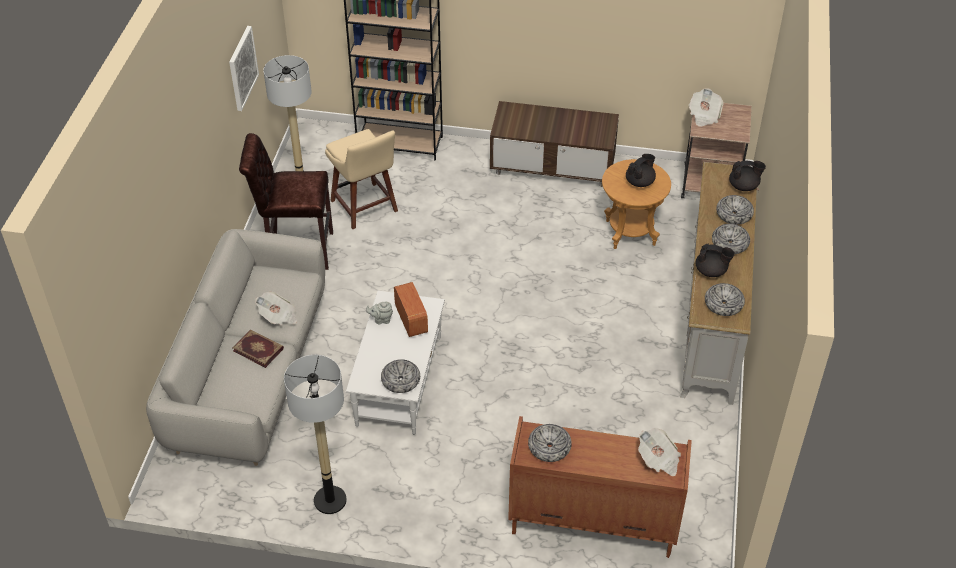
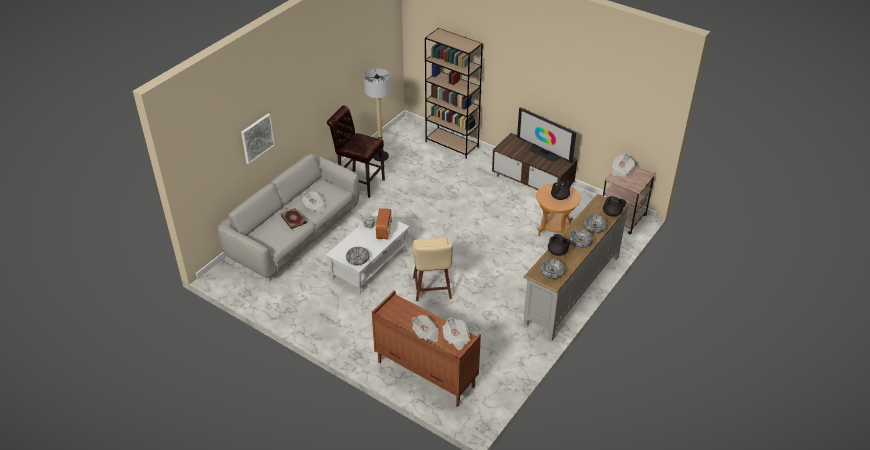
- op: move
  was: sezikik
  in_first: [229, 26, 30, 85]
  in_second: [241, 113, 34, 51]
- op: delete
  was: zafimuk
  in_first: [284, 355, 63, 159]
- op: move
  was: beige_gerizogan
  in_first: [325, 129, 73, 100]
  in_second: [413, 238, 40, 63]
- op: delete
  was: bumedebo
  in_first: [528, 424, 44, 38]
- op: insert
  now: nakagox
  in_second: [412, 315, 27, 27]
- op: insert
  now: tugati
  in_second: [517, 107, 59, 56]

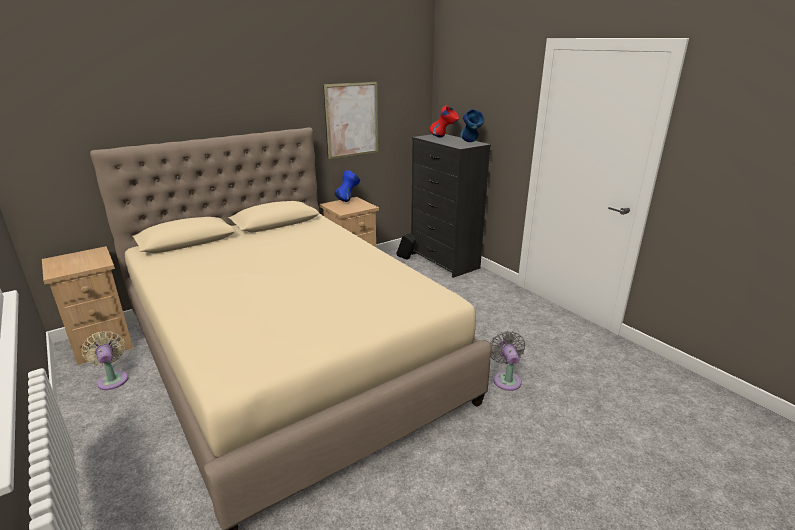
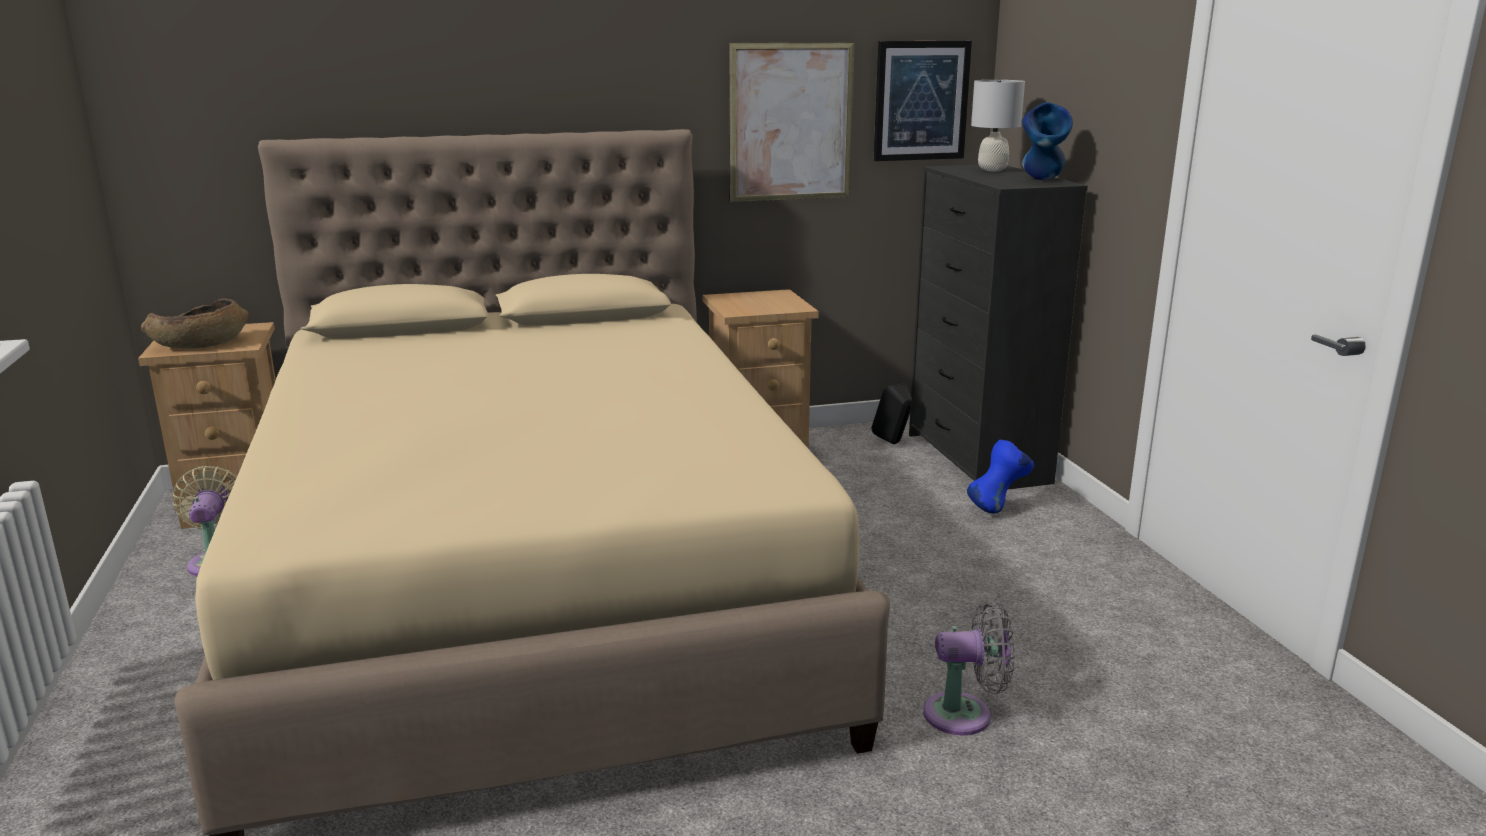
- op: move
  was: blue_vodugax
  in_first: [335, 170, 25, 32]
  in_second: [967, 440, 67, 74]
- op: replace
  was: red_vodugax
  now: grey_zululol
  in_first: [429, 106, 30, 32]
  in_second: [971, 79, 54, 93]
- op: rotate
  was: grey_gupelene
  in_first: [490, 331, 35, 60]
  in_second: [923, 601, 92, 135]
  clockwise: 75
- op: insert
  now: brown_bumedebo
  in_second: [141, 299, 108, 49]
- op: insert
  now: sezikik
  in_second: [874, 41, 98, 120]

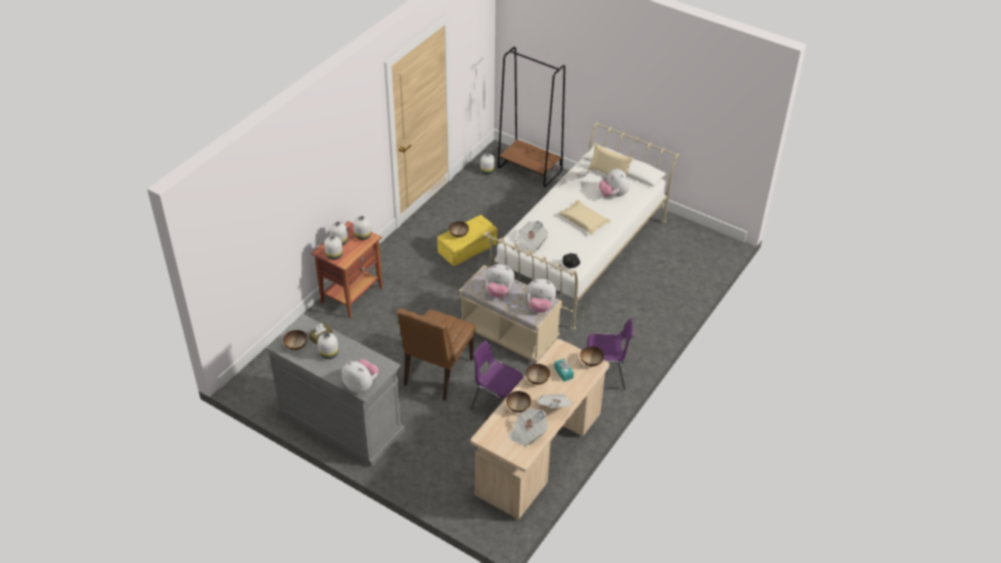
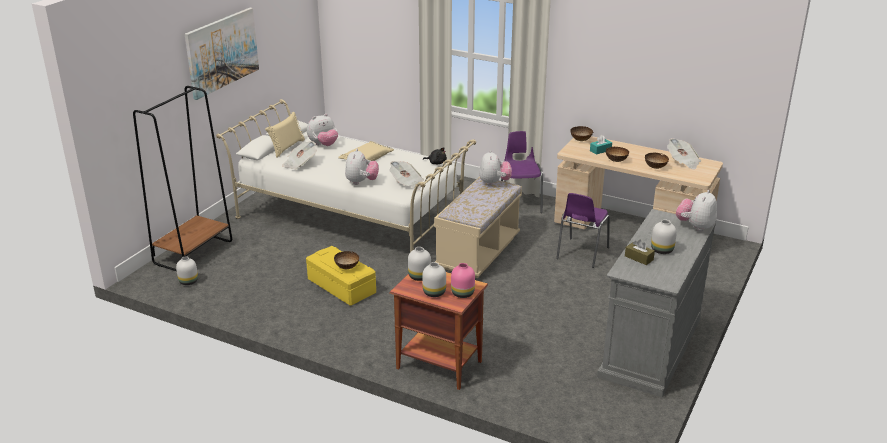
- op: delete
  was: bumedebo
  in_first: [283, 330, 24, 20]
- op: recolor
  was: white_vodugax
  now: pink_vodugax
  in_first: [324, 235, 19, 25]
  in_second: [451, 263, 24, 35]
- op: delete
  was: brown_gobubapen
  in_first: [397, 308, 79, 93]
- op: move
  was: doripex
  in_first: [486, 264, 29, 34]
  in_second: [345, 149, 34, 36]
- op: delete
  was: nakagox
  in_first: [537, 393, 36, 15]
- op: insert
  now: sezikik
  in_second: [185, 8, 74, 92]

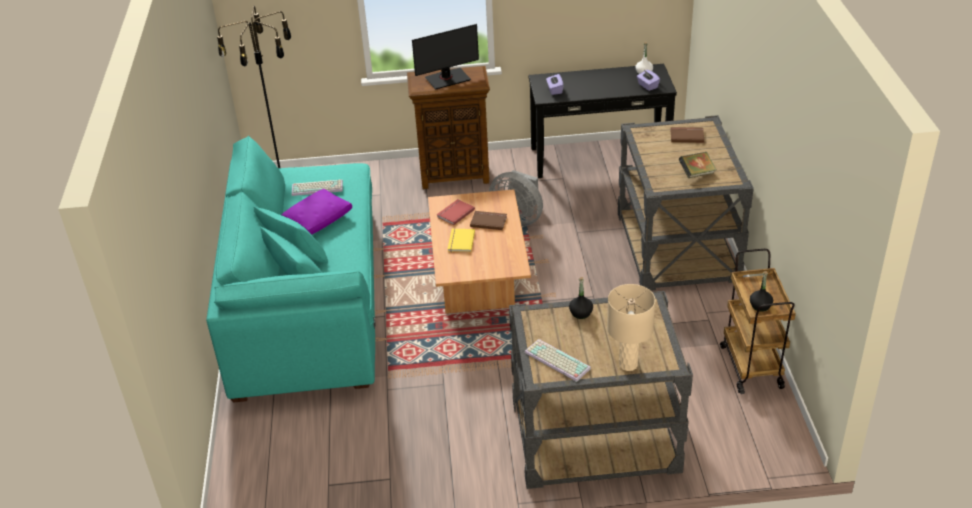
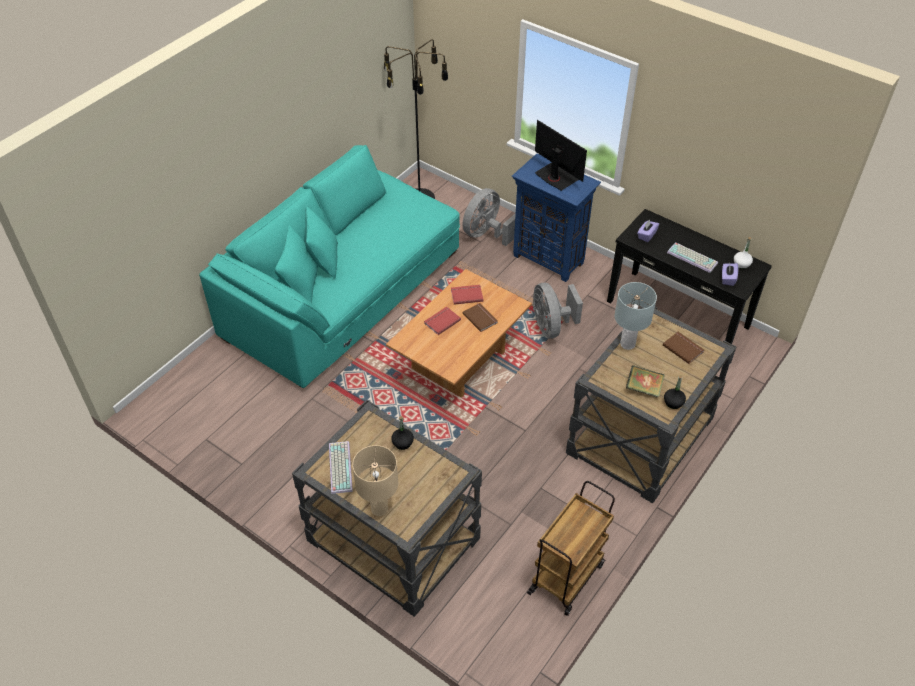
- op: delete
  was: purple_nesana
  in_first: [282, 189, 70, 46]
- op: move
  was: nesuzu
  in_first: [292, 180, 51, 16]
  in_second: [667, 242, 51, 31]
- op: recolor
  was: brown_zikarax
  now: blue_zikarax
  in_first: [407, 66, 83, 123]
  in_second: [512, 154, 89, 128]
- op: rotate
  was: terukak
  in_first: [412, 24, 67, 66]
  in_second: [535, 120, 52, 71]
  clockwise: -150
- op: recolor
  was: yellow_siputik
  now: red_siputik
  in_first: [448, 229, 27, 23]
  in_second: [424, 307, 37, 28]
- op: move
  was: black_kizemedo
  in_first: [750, 271, 23, 41]
  in_second: [664, 376, 22, 33]
- op: insert
  now: grey_gupelene
  in_second: [463, 188, 53, 58]
- op: insert
  now: grey_zululol
  in_second: [614, 282, 43, 68]

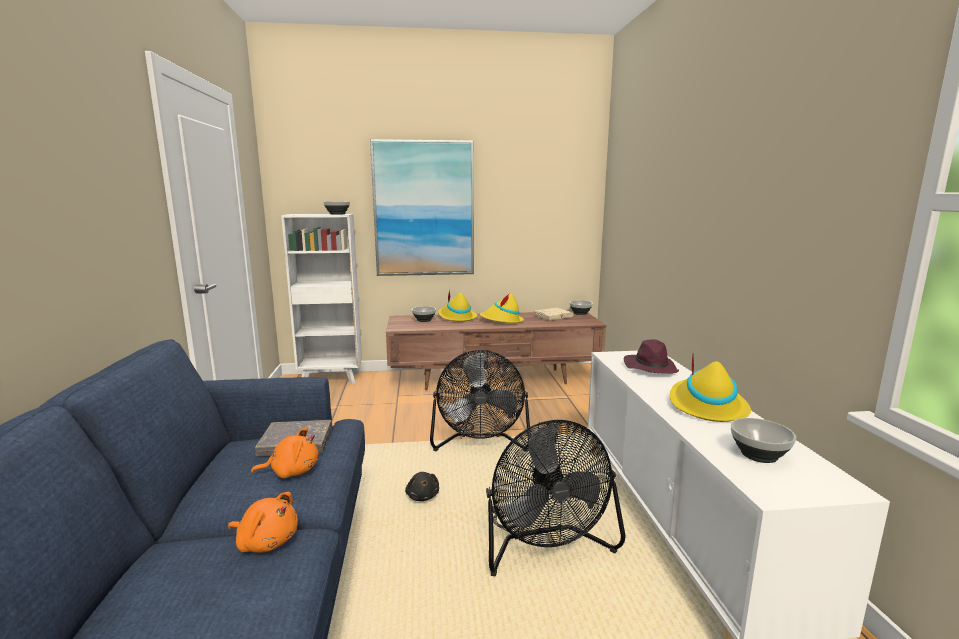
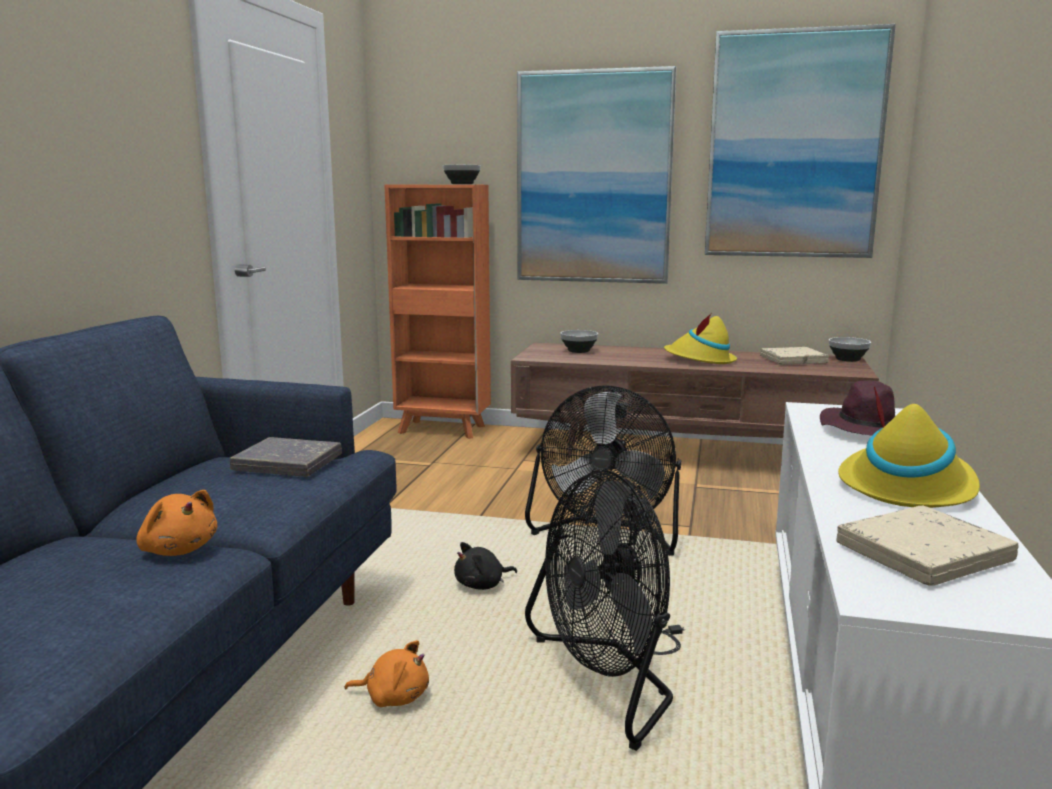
- op: move
  was: orange_doripex
  in_first: [251, 427, 68, 51]
  in_second: [344, 640, 85, 67]
- op: recolor
  was: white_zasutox
  now: orange_zasutox
  in_first: [281, 214, 81, 170]
  in_second: [384, 184, 107, 255]
- op: rotate
  was: black_doripex
  in_first: [405, 472, 34, 29]
  in_second: [454, 542, 63, 48]
  clockwise: 60
- op: delete
  was: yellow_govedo
  in_first: [438, 291, 39, 31]
- op: rotate
  was: black_gupelene
  in_first: [486, 420, 139, 157]
  in_second: [525, 470, 159, 281]
  clockwise: 60
- op: replace
  was: bumedebo
  now: beige_siputik
  in_first: [731, 418, 65, 45]
  in_second: [836, 506, 183, 80]
- op: insert
  now: sezikik
  in_second: [705, 24, 191, 234]

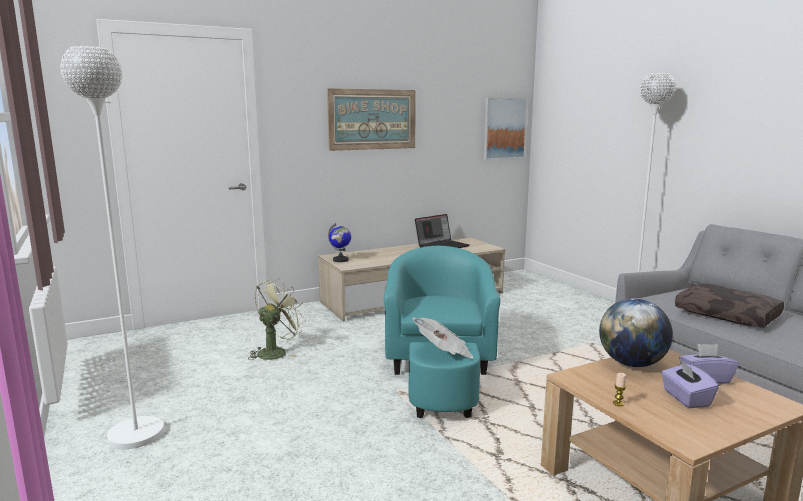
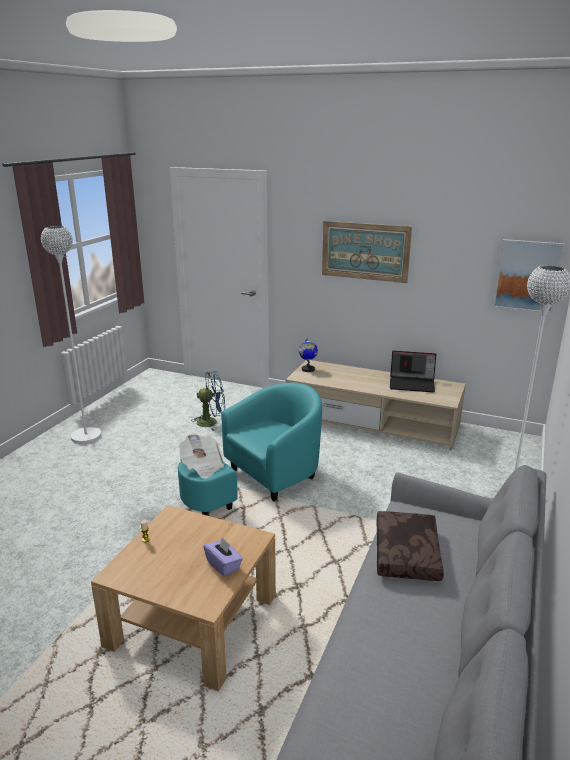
- op: recolor
  was: green_gupelene
  now: blue_gupelene
  in_first: [248, 278, 58, 82]
  in_second: [192, 371, 33, 60]
- op: delete
  was: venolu
  in_first: [599, 298, 74, 69]
- op: delete
  was: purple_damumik
  in_first: [661, 360, 58, 48]

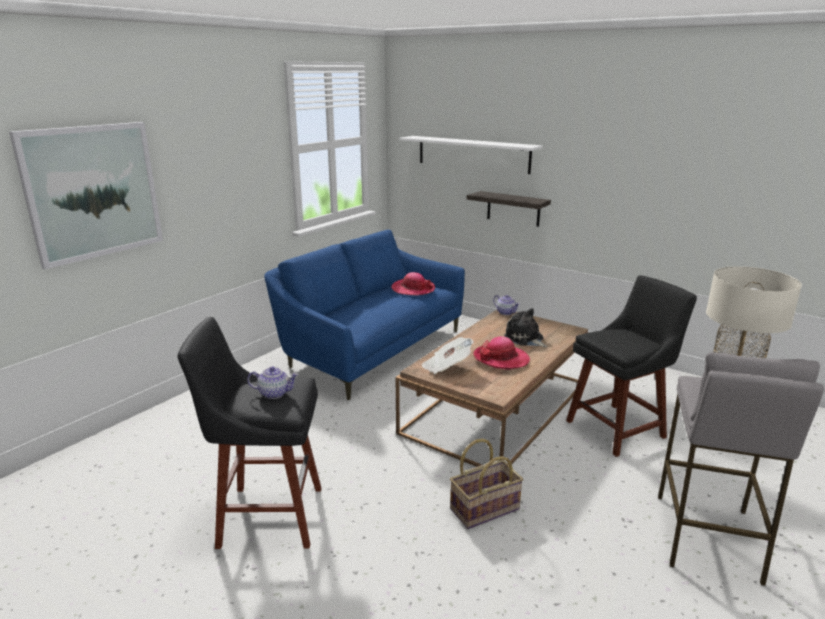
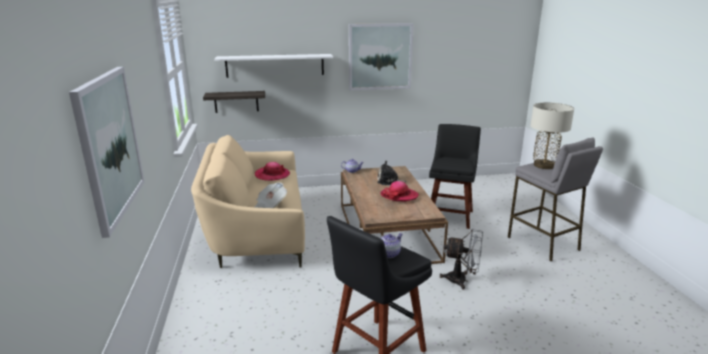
- op: recolor
  was: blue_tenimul
  now: beige_tenimul
  in_first: [264, 230, 201, 170]
  in_second: [191, 135, 114, 133]
- op: move
  was: nakagox
  in_first: [421, 337, 53, 37]
  in_second: [255, 182, 32, 26]
- op: replace
  was: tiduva
  now: grey_gupelene
  in_first: [450, 439, 73, 90]
  in_second: [440, 229, 43, 60]
- op: move
  was: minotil
  in_first: [466, 191, 85, 36]
  in_second: [203, 91, 62, 22]
- op: insert
  now: sezikik
  in_second: [349, 23, 65, 67]

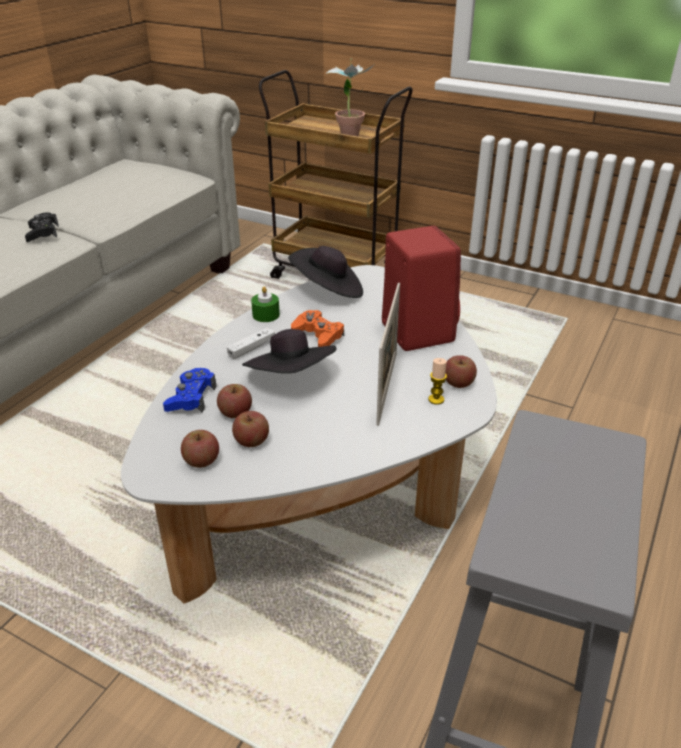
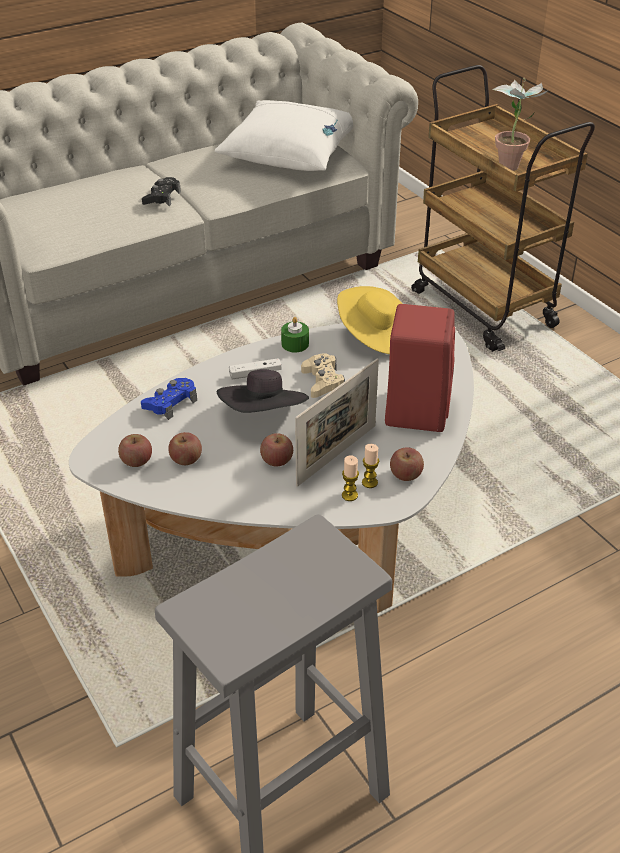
- op: move
  was: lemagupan
  in_first: [217, 384, 35, 34]
  in_second: [260, 433, 33, 34]
- op: recolor
  was: black_govedo
  now: yellow_govedo
  in_first: [288, 246, 75, 52]
  in_second: [337, 286, 66, 68]
- op: recolor
  was: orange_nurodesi
  now: beige_nurodesi
  in_first: [291, 310, 53, 37]
  in_second: [301, 353, 44, 45]
- op: insert
  now: white_nesana
  in_second: [215, 100, 138, 71]
- op: insert
  now: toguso
  in_second: [342, 455, 17, 46]

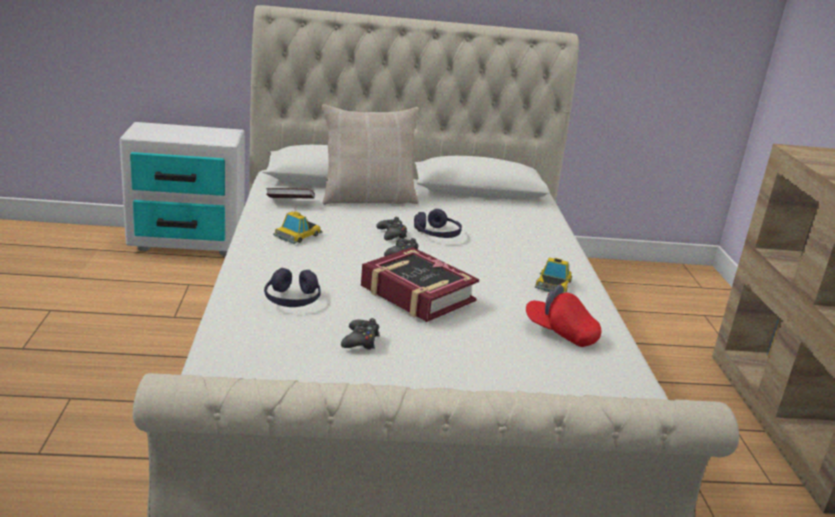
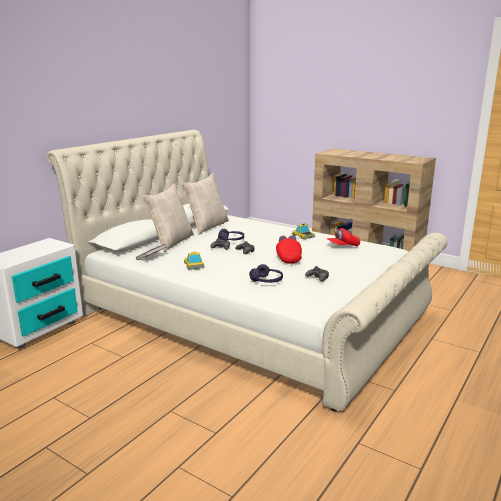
- op: replace
  was: siputik
  now: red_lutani
  in_first: [361, 247, 118, 75]
  in_second: [276, 235, 26, 29]
- op: insert
  now: beige_nesana
  in_second: [181, 174, 48, 61]

